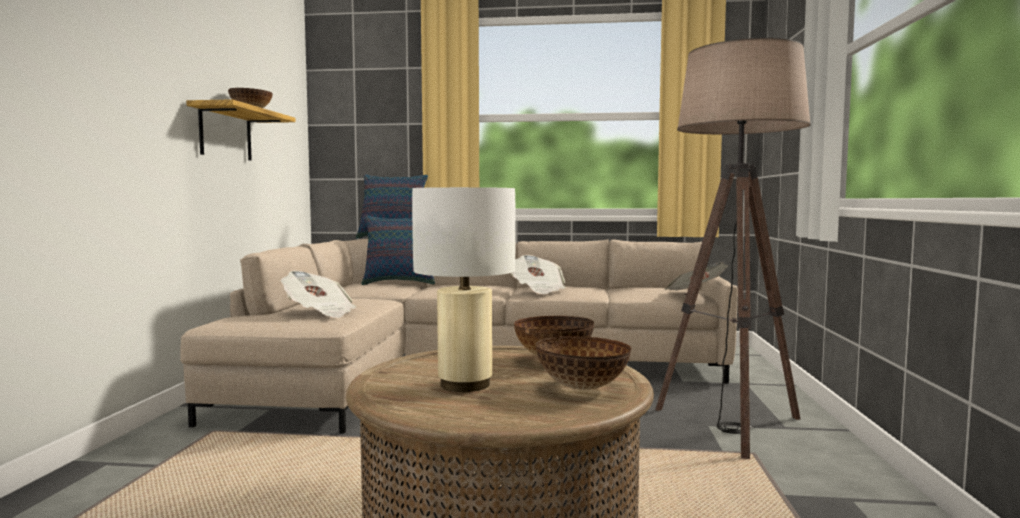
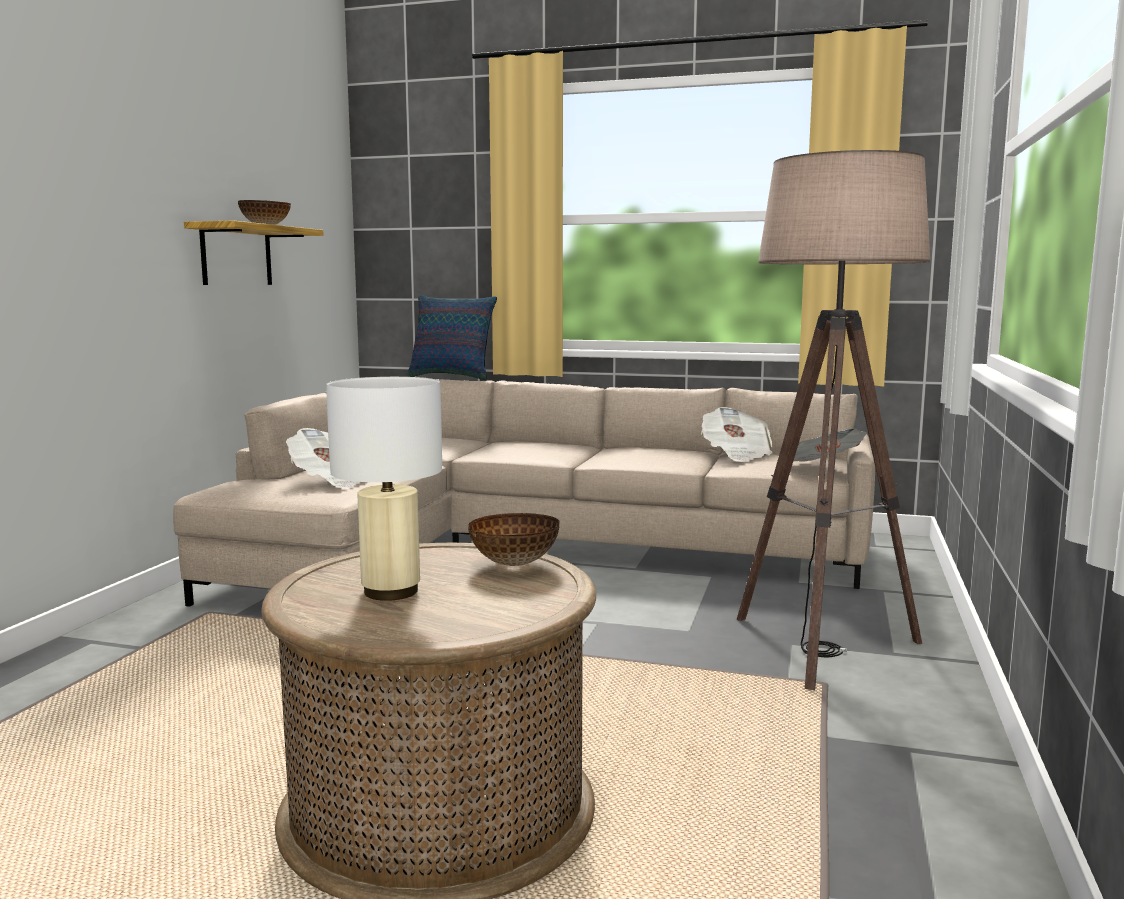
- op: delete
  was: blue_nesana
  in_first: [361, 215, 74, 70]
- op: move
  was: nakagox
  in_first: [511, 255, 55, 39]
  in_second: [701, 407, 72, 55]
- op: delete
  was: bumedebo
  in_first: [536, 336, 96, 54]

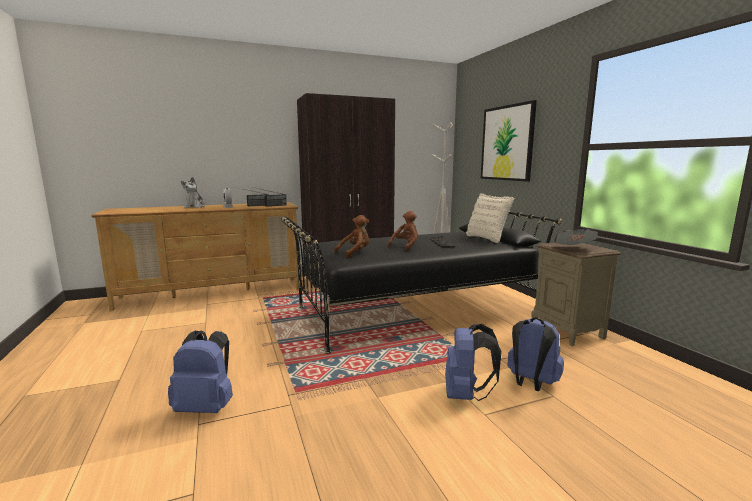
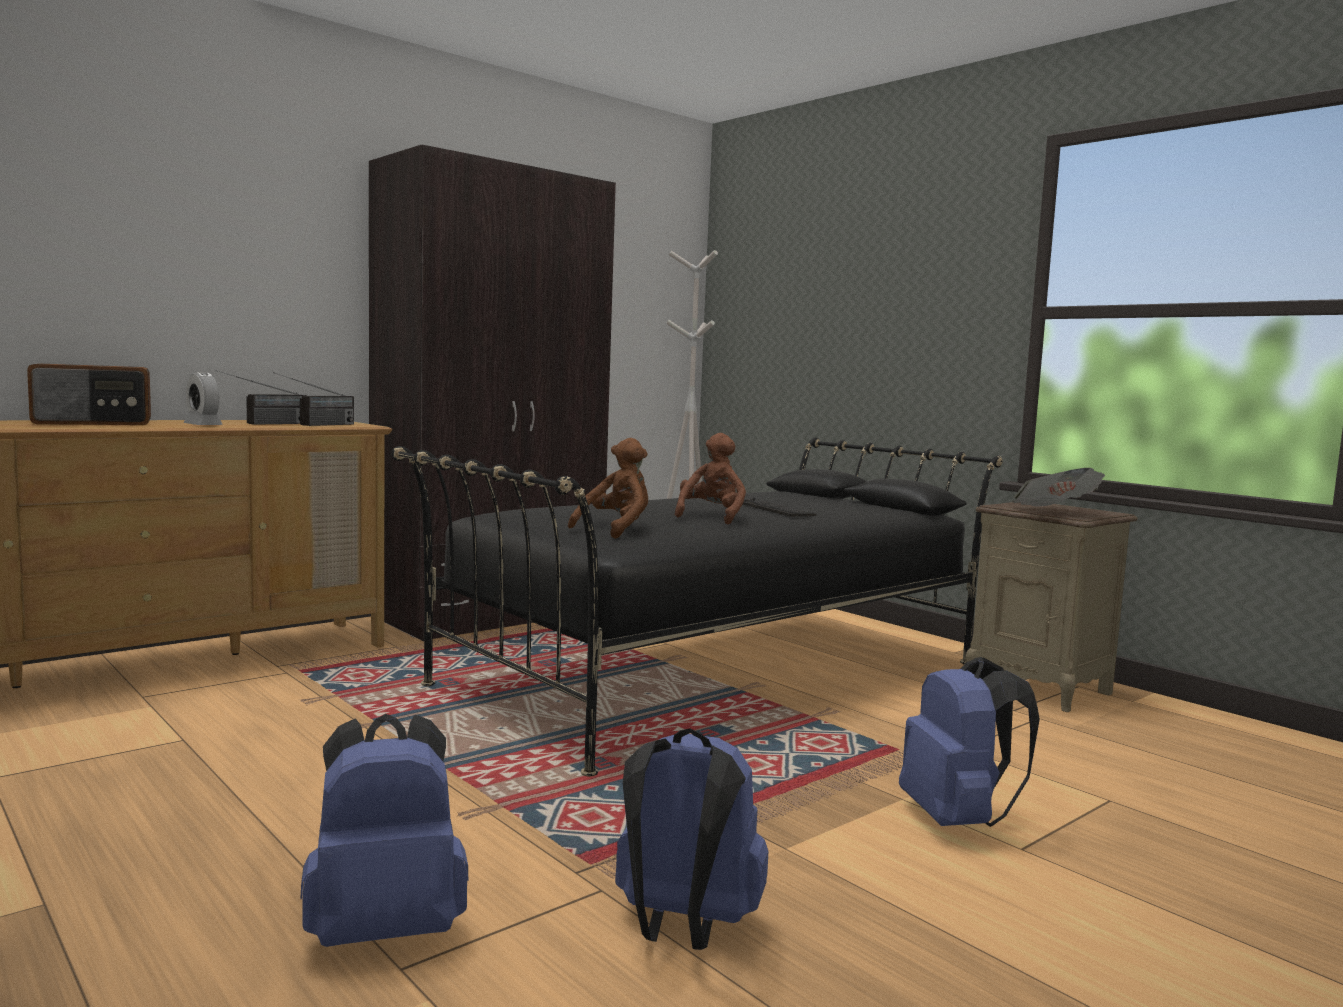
- op: replace
  was: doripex
  now: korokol
  in_first: [181, 177, 24, 31]
  in_second: [27, 364, 124, 61]
- op: delete
  was: beige_nesana
  in_first: [466, 193, 48, 50]
- op: delete
  was: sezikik
  in_first: [481, 100, 56, 82]
- op: move
  was: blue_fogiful
  in_first: [507, 317, 57, 74]
  in_second: [615, 728, 153, 222]

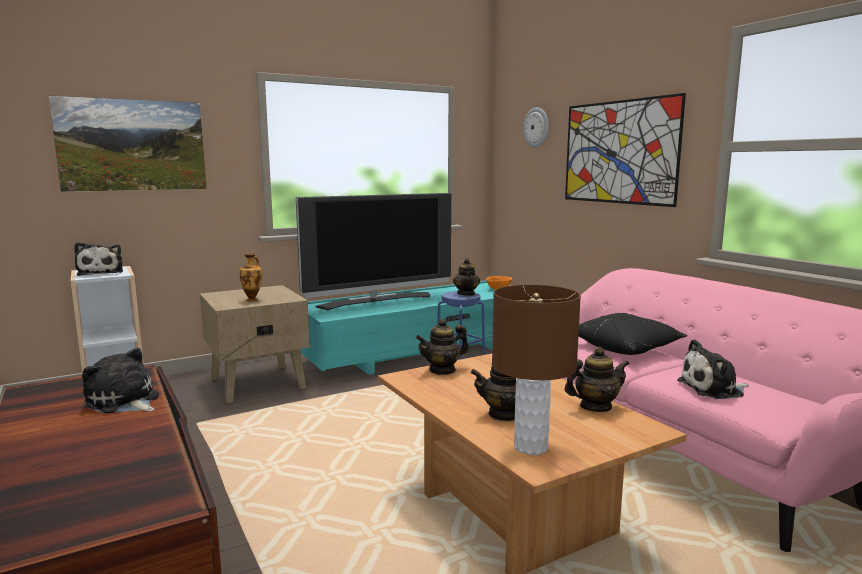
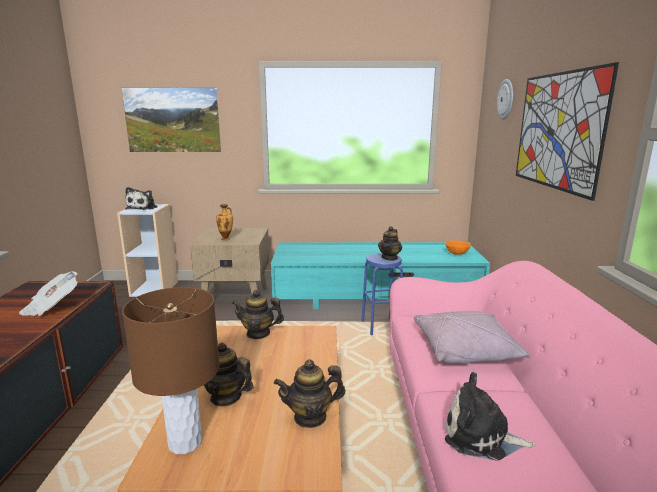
- op: replace
  was: doripex
  now: nakagox
  in_first: [82, 347, 77, 67]
  in_second: [19, 271, 59, 45]
- op: delete
  was: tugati
  in_first: [296, 193, 155, 117]
- op: rotate
  was: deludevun
  in_first: [565, 347, 65, 65]
  in_second: [274, 359, 71, 69]
  clockwise: 150
- op: recolor
  was: black_nesana
  now: purple_nesana
  in_first: [578, 313, 109, 42]
  in_second: [414, 311, 117, 53]

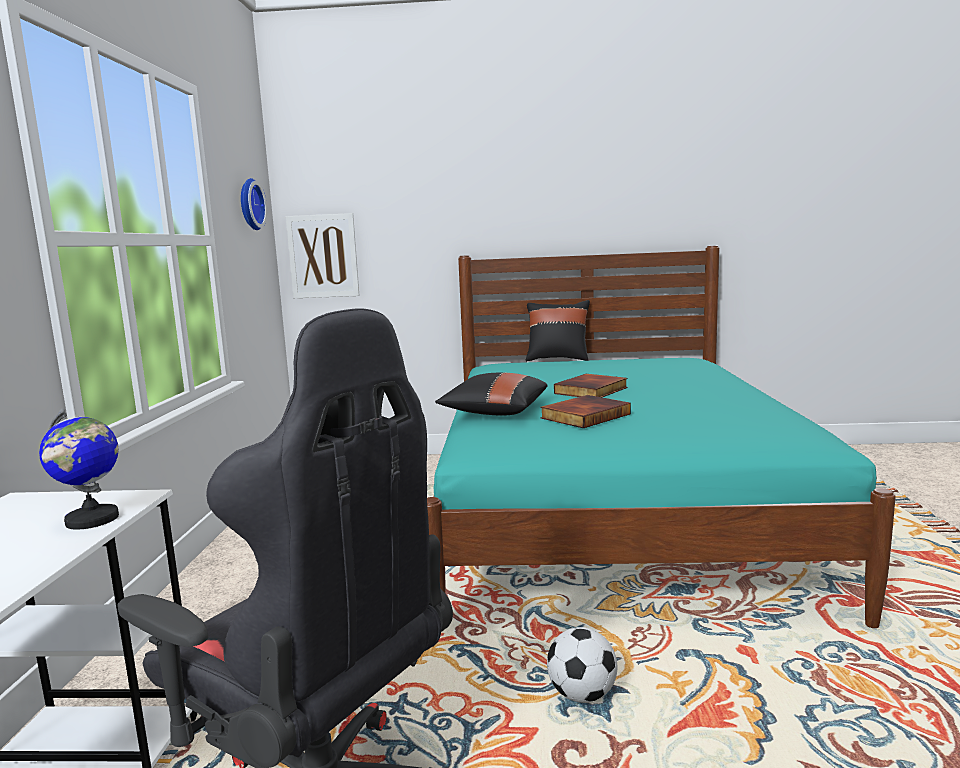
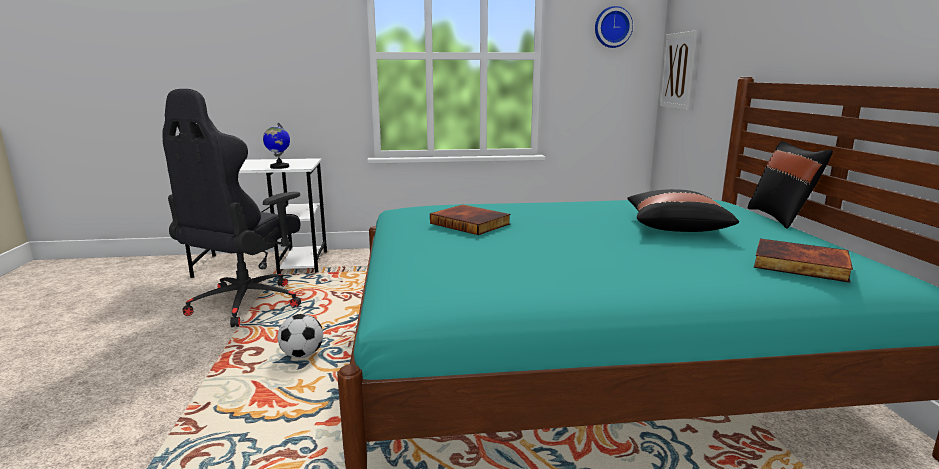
- op: move
  was: black_nesana
  in_first: [435, 373, 113, 43]
  in_second: [627, 189, 112, 43]
- op: move
  was: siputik
  in_first: [554, 374, 74, 23]
  in_second: [754, 239, 99, 44]

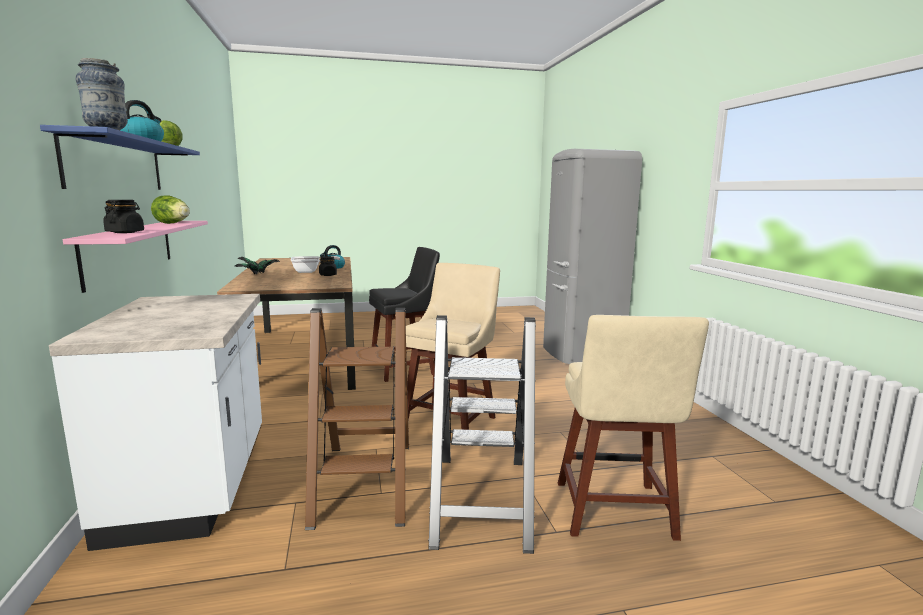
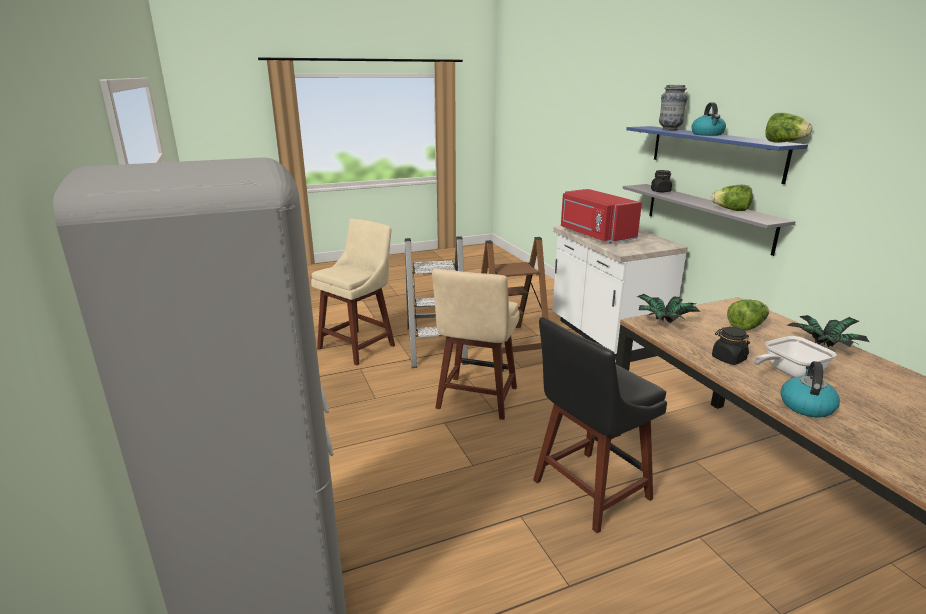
- op: recolor
  was: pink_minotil
  now: grey_minotil
  in_first: [63, 221, 145, 72]
  in_second: [623, 184, 172, 72]
- op: rotate
  was: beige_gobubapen
  in_first: [558, 315, 151, 226]
  in_second: [311, 218, 84, 147]
  clockwise: 45
- op: insert
  now: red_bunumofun
  in_second: [561, 189, 81, 54]
- op: insert
  now: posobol
  in_second: [637, 293, 63, 30]
- op: insert
  now: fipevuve
  in_second: [727, 300, 42, 31]

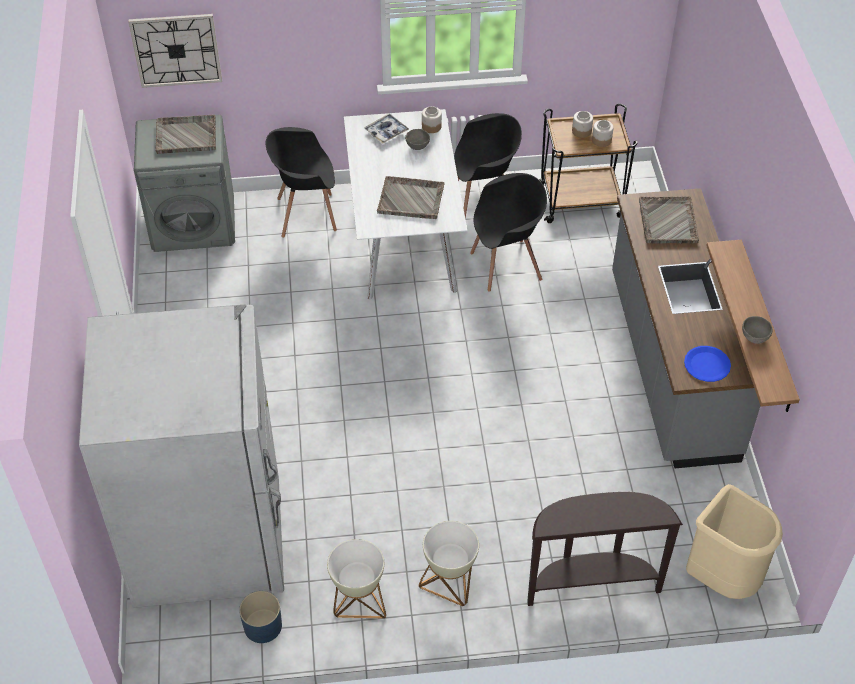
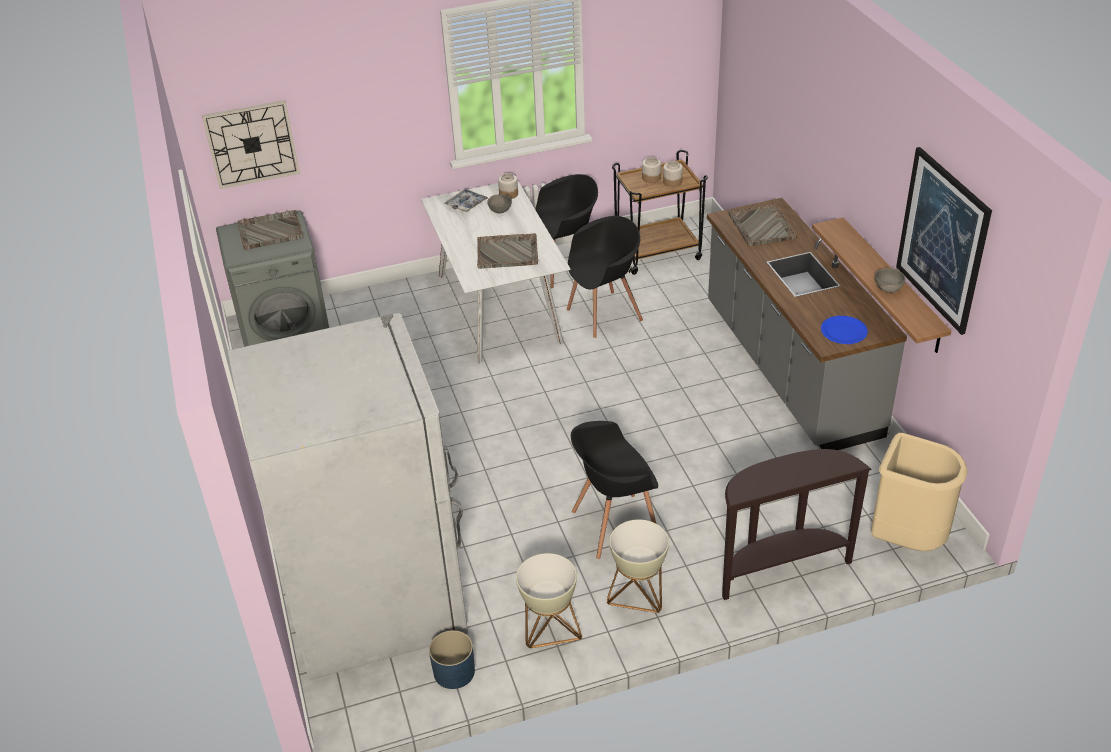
- op: move
  was: black_gobubapen
  in_first: [266, 127, 71, 111]
  in_second: [571, 421, 87, 138]
- op: insert
  now: sezikik
  in_second: [896, 147, 96, 188]

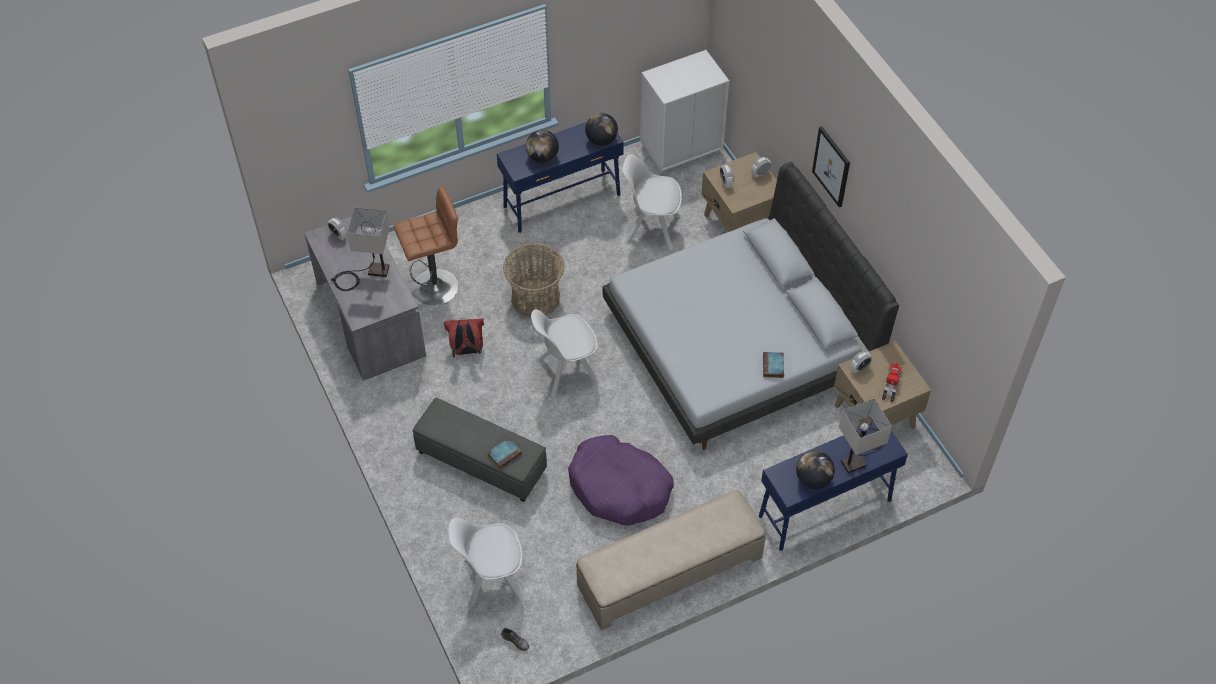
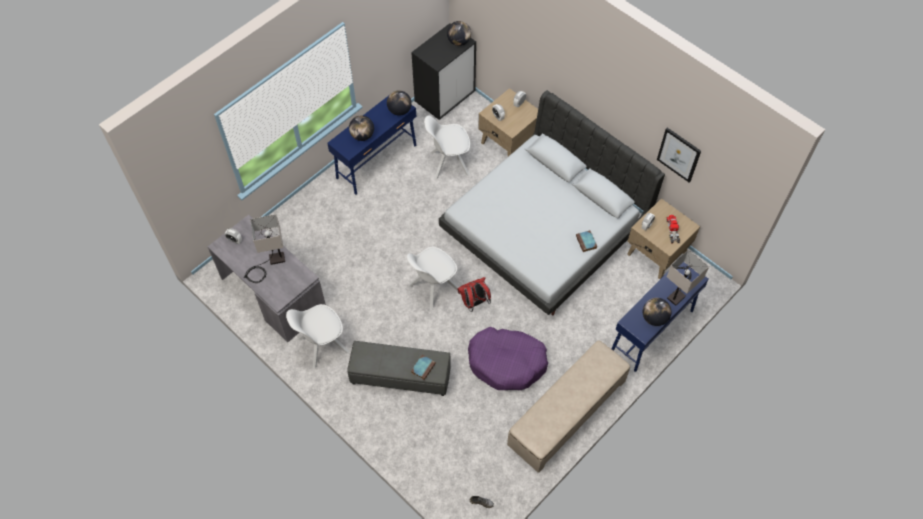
- op: delete
  was: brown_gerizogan
  in_first: [394, 186, 64, 119]
- op: move
  was: red_fogiful
  in_first: [444, 318, 40, 39]
  in_second: [457, 277, 34, 35]
- op: move
  was: white_gobubapen
  in_first: [448, 518, 76, 90]
  in_second: [286, 304, 63, 65]
- op: delete
  was: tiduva
  in_first: [503, 243, 62, 74]
- op: recolor
  was: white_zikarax
  now: black_zikarax
  in_first: [640, 50, 89, 122]
  in_second: [411, 23, 65, 97]
- op: move
  was: sezikik
  in_first: [812, 126, 38, 81]
  in_second: [657, 128, 44, 54]
- op: insert
  now: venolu
  in_second: [447, 21, 24, 25]

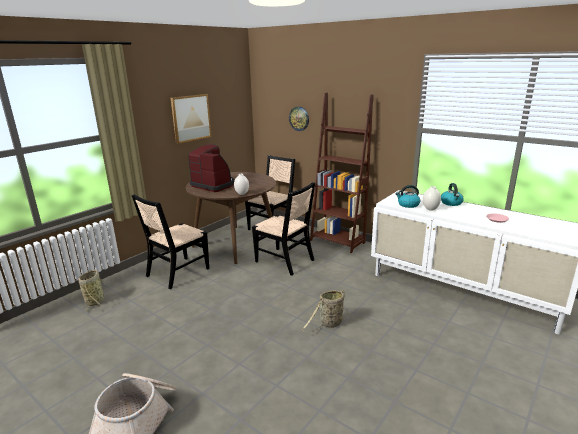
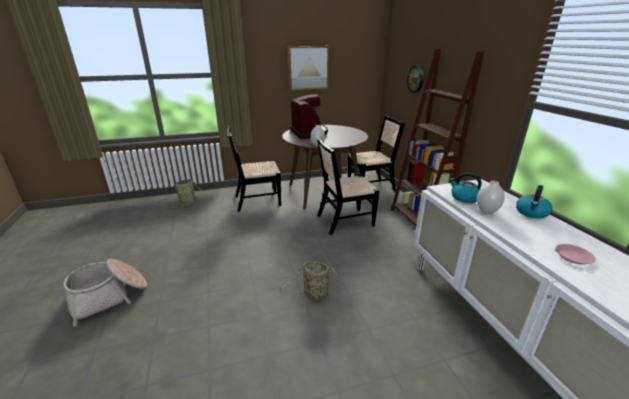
- op: rotate
  was: gobubapen
  in_first: [252, 182, 63, 94]
  in_second: [317, 138, 62, 97]
  clockwise: 90

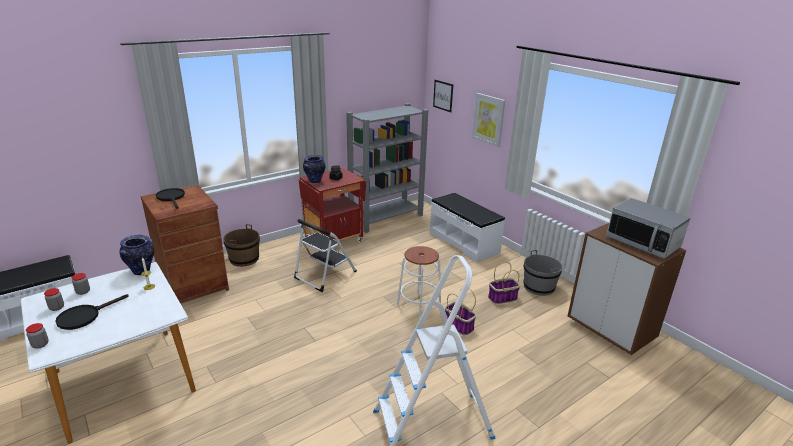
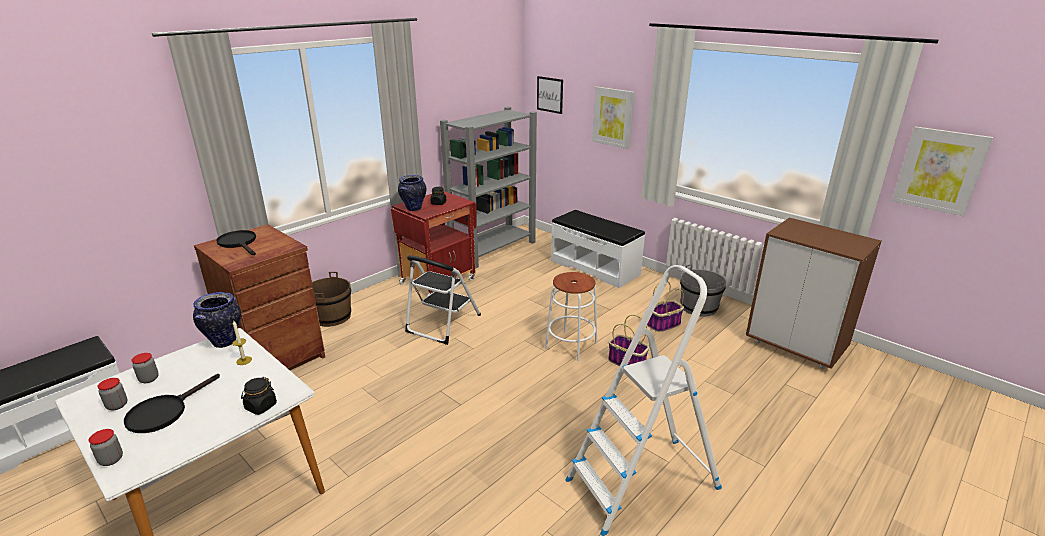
- op: delete
  was: bunumofun
  in_first: [606, 198, 84, 61]
- op: insert
  now: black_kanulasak
  in_second: [241, 377, 36, 38]
- op: insert
  now: sezikik
  in_second: [892, 126, 101, 90]

